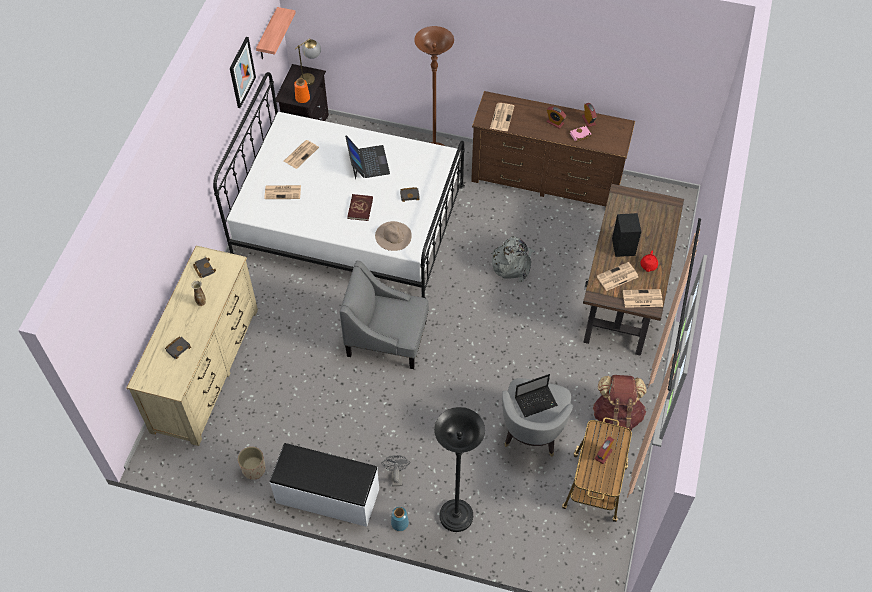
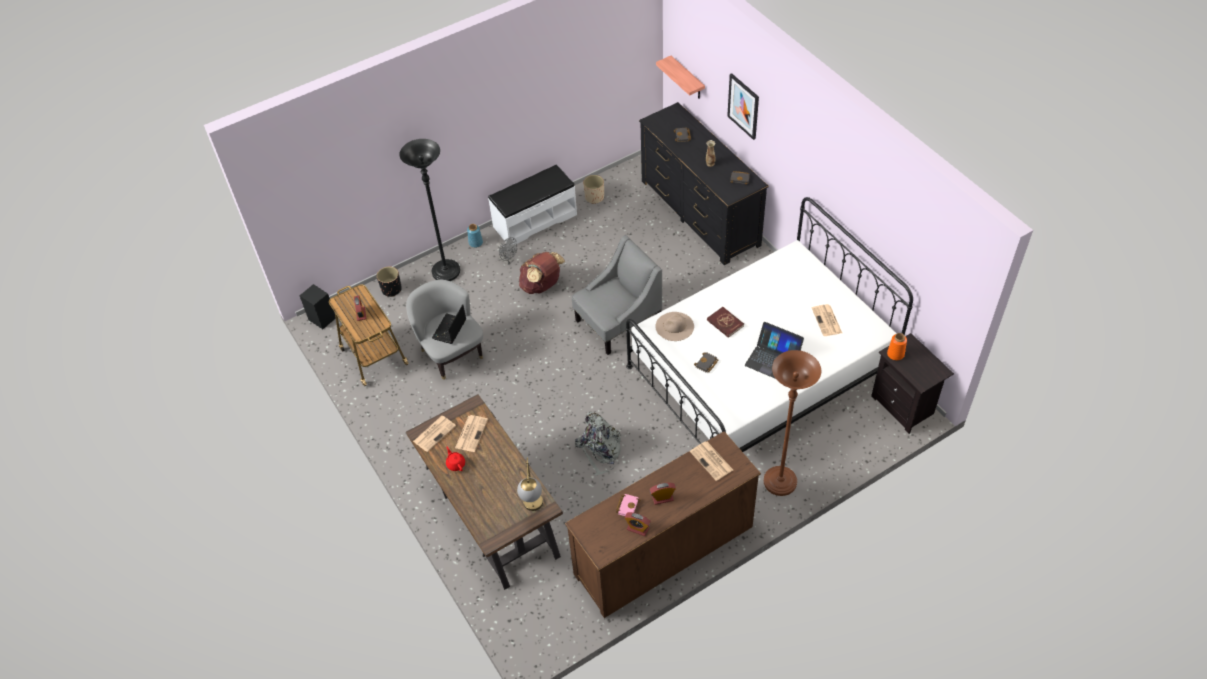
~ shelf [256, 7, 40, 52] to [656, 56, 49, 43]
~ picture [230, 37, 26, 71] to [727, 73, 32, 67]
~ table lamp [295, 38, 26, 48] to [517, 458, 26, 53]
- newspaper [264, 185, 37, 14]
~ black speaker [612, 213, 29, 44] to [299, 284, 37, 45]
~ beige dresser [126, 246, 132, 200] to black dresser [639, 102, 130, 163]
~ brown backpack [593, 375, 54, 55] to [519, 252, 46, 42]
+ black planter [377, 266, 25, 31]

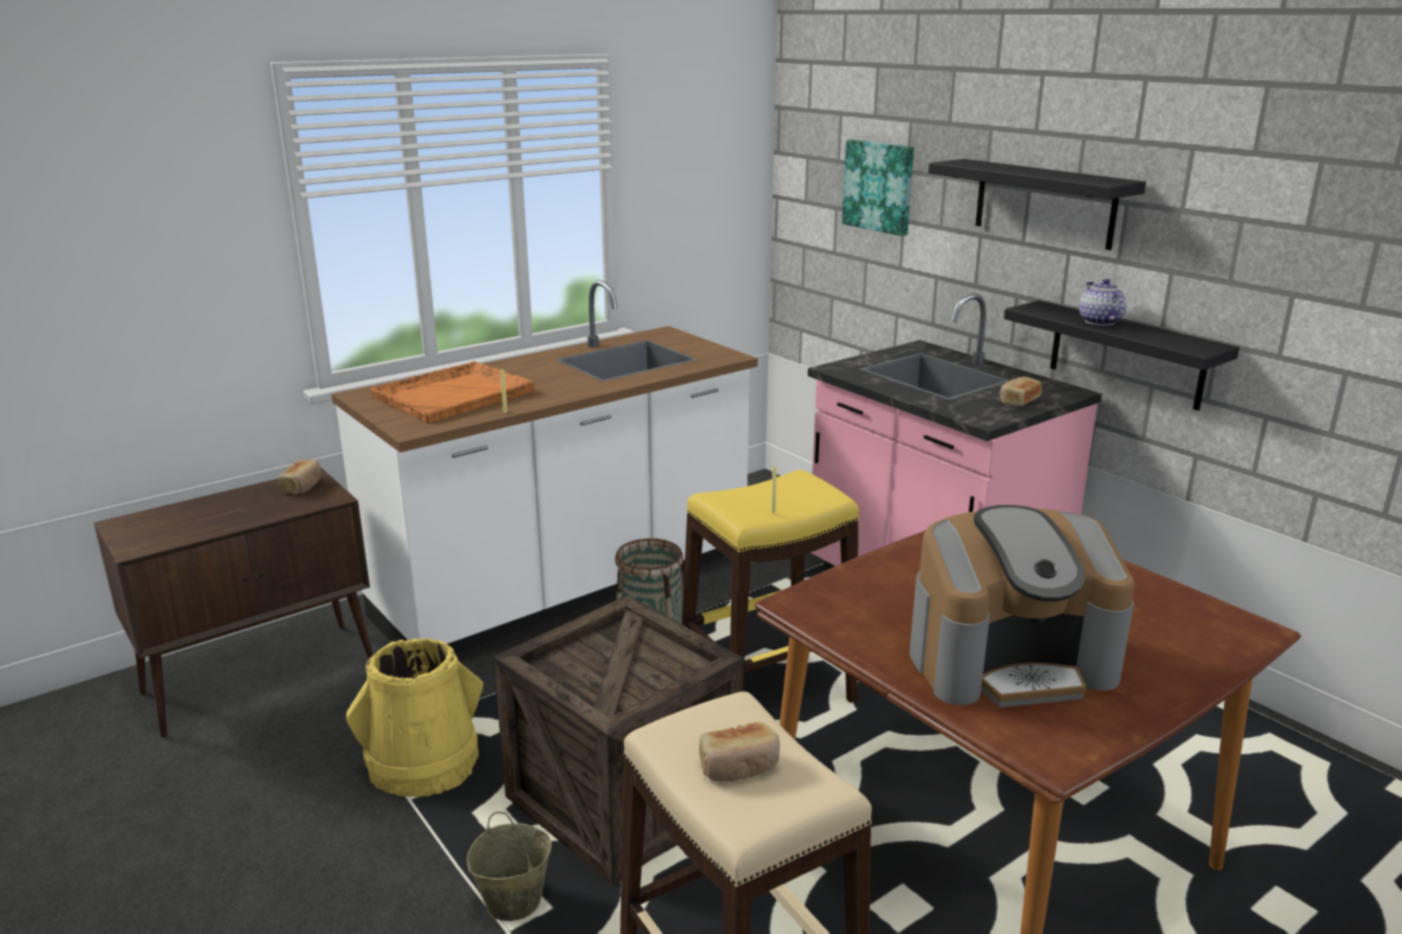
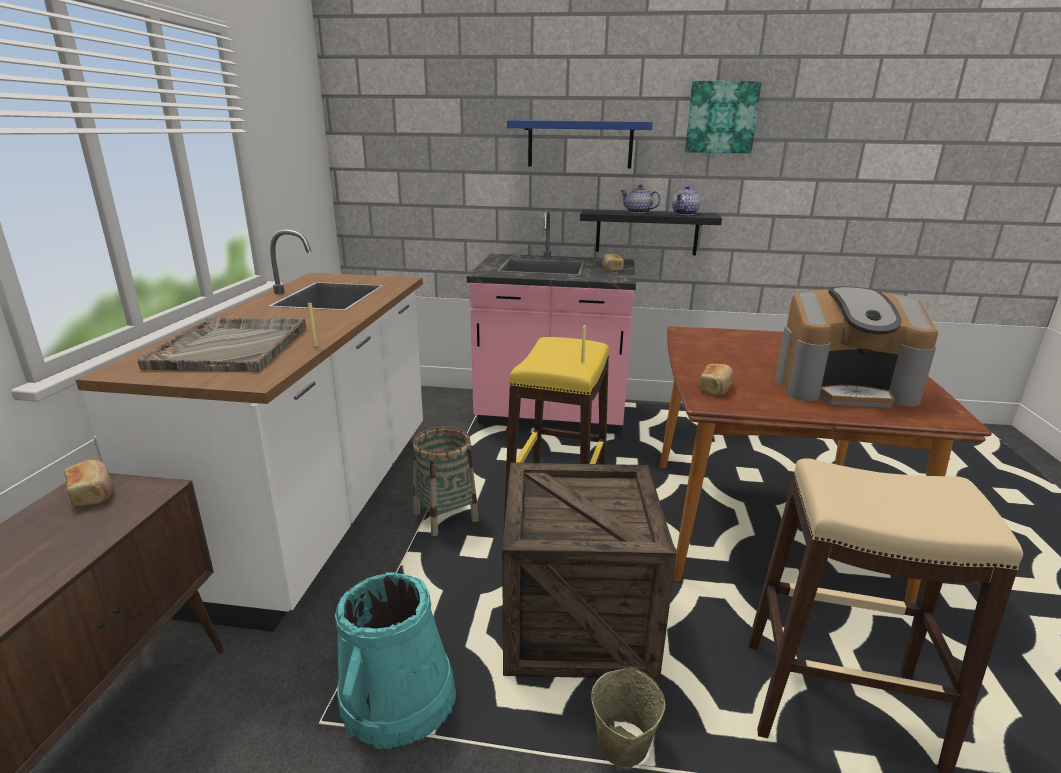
~ picture [842, 140, 72, 96] to [685, 81, 77, 72]
~ black shelf [928, 159, 218, 91] to blue shelf [507, 120, 146, 49]
~ orange tray [371, 361, 163, 62] to grey tray [138, 318, 168, 54]
~ coffee machine [910, 505, 225, 203] = [775, 286, 163, 122] 60 degrees clockwise
~ yellow bucket [346, 638, 137, 160] to turquoise bucket [335, 572, 121, 177]
~ bread [699, 722, 81, 60] to [699, 364, 34, 31]
+ teapot [672, 186, 29, 29]

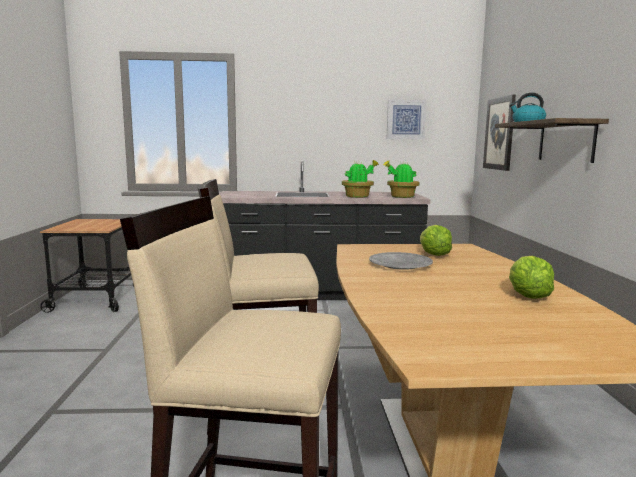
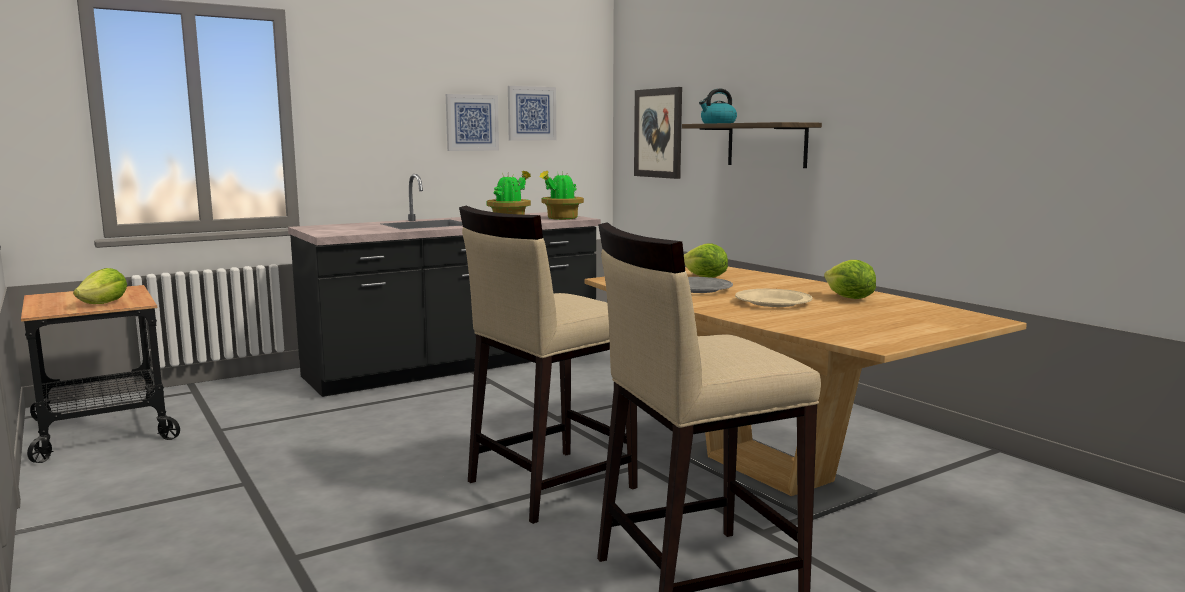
+ picture [446, 94, 53, 57]
+ lettuce [73, 268, 54, 36]
+ beige plate [735, 289, 78, 18]

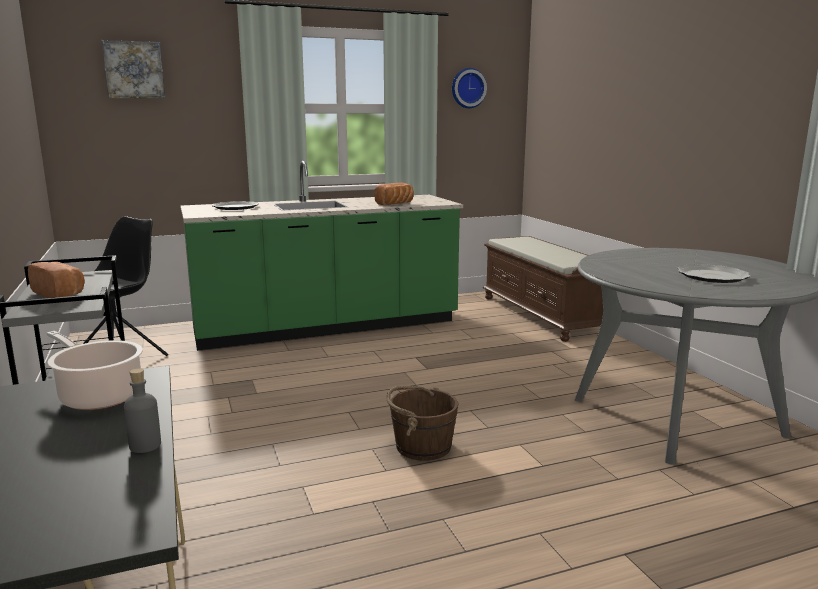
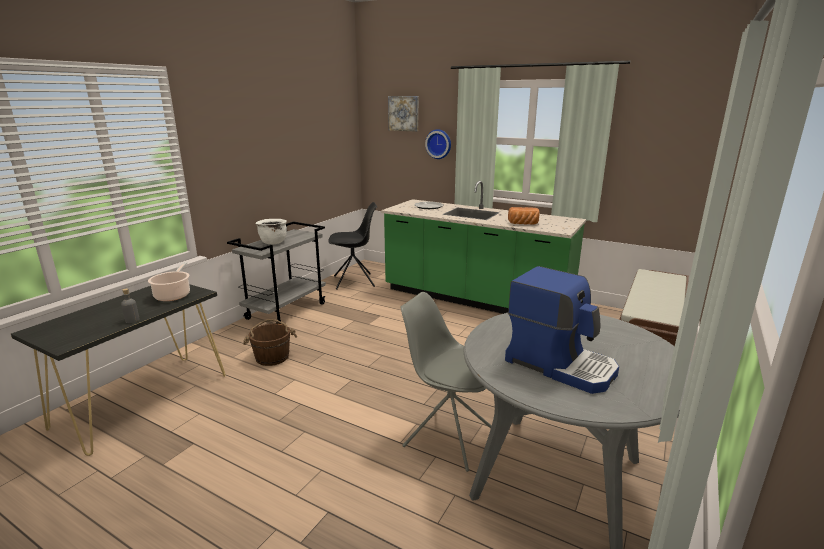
~ wall clock [452, 68, 35, 40] to [425, 129, 26, 30]
~ bread [28, 262, 57, 36] to white cooking pot [255, 219, 32, 25]
~ plate [678, 264, 73, 19] to coffee machine [505, 266, 114, 128]
~ brown bucket [386, 386, 73, 75] to [243, 319, 54, 47]
+ grey chair [400, 292, 92, 180]

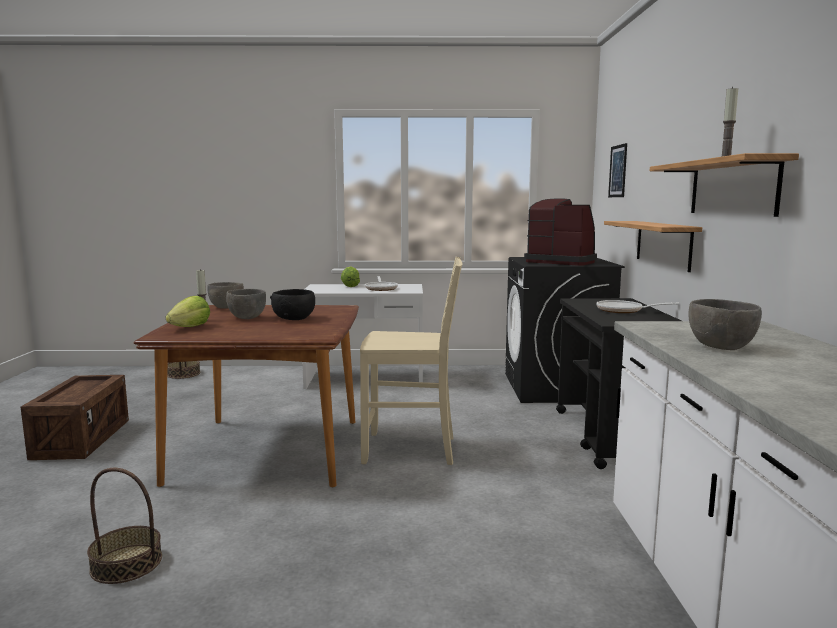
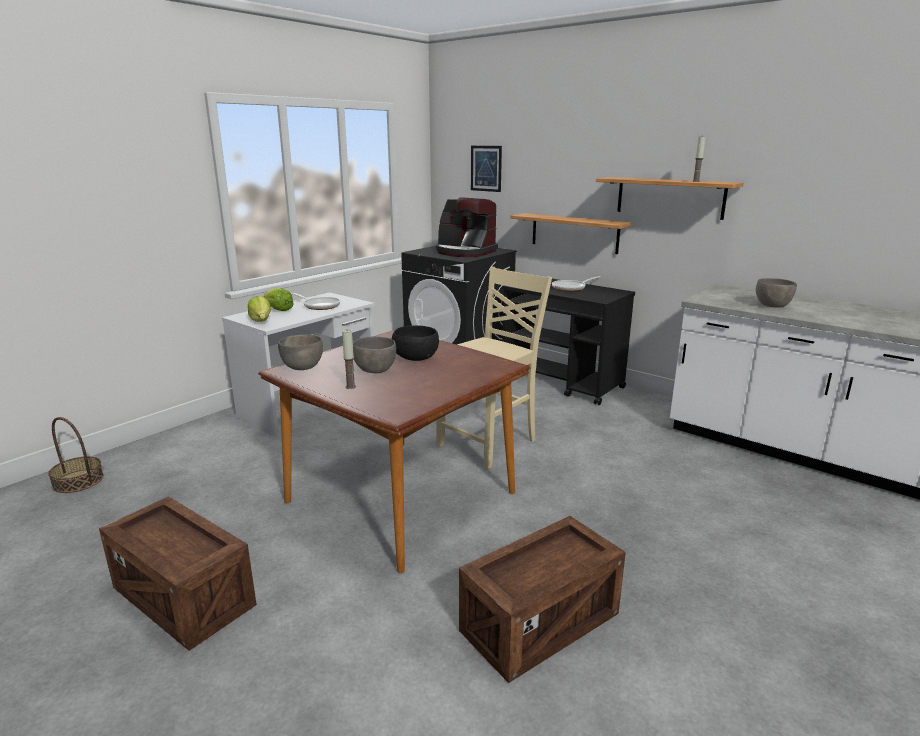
~ coffee machine [524, 198, 73, 68] = [436, 198, 62, 59] 135 degrees counterclockwise
~ lettuce [166, 296, 44, 31] to [248, 296, 23, 26]
~ basket [87, 468, 75, 116] to crate [459, 516, 167, 167]

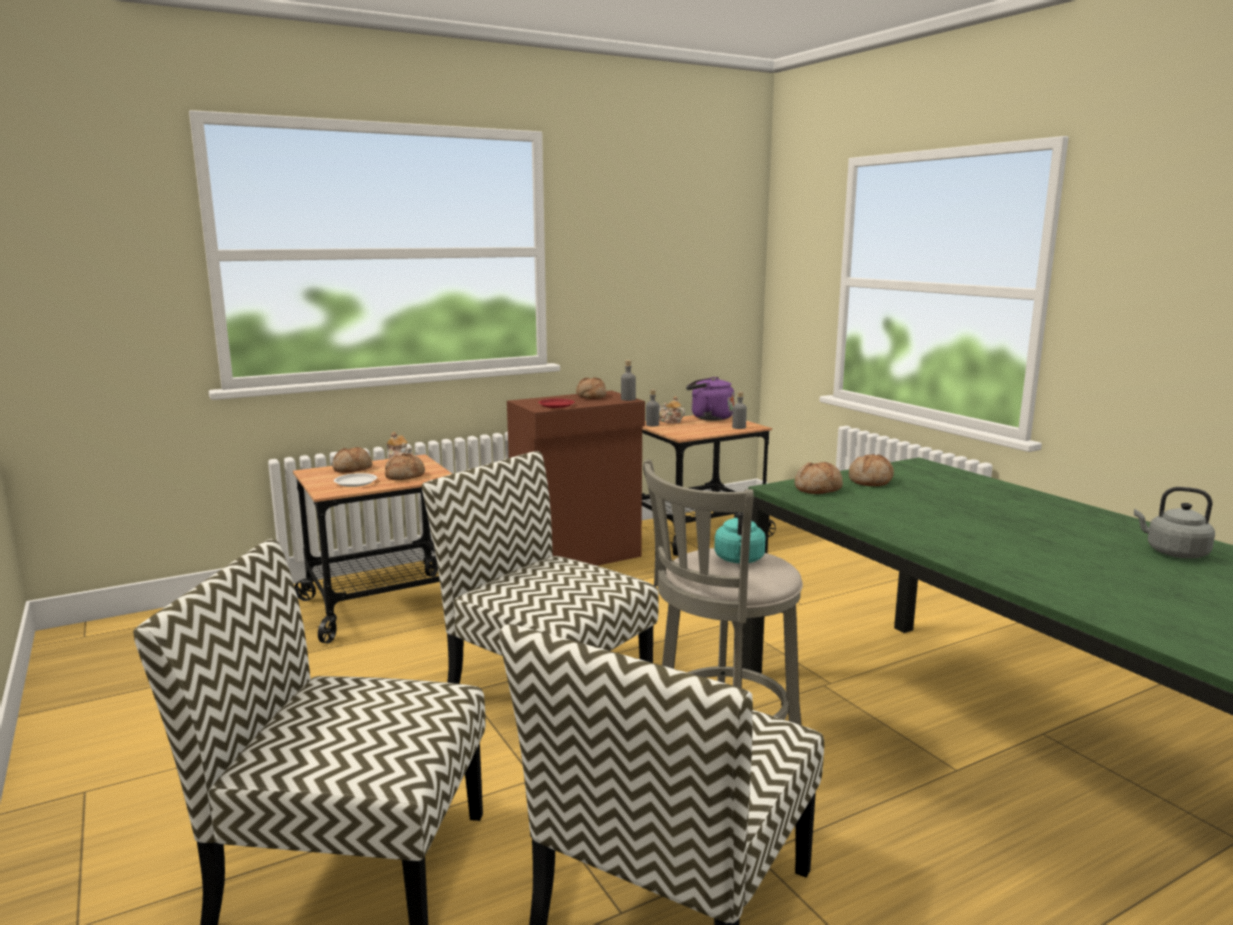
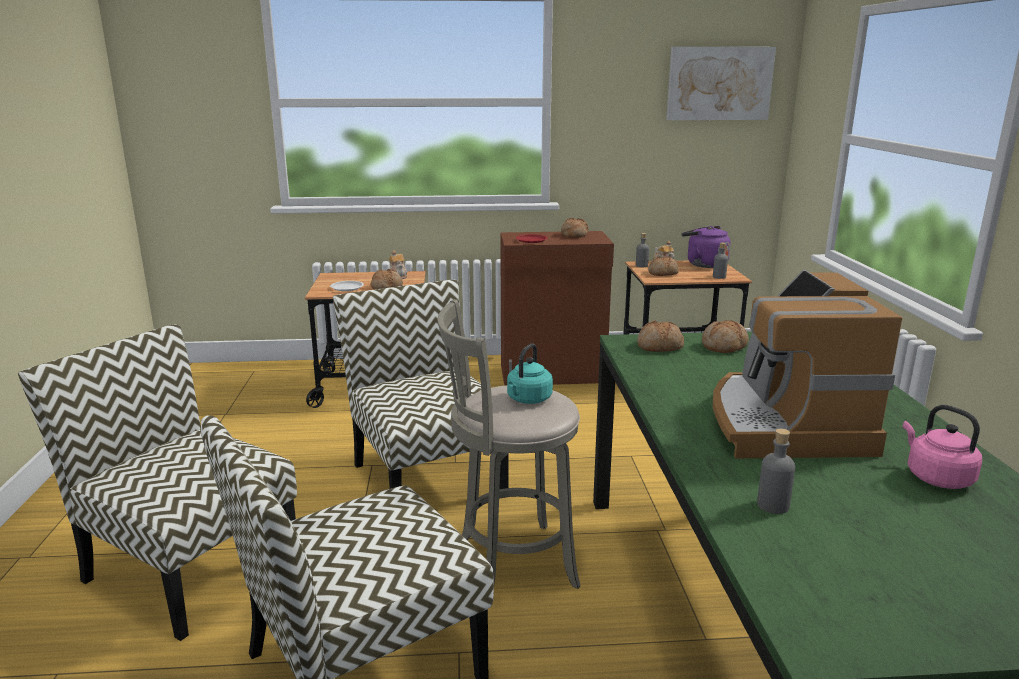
~ grey bottle [621, 360, 15, 41] to [757, 429, 38, 85]
~ bread [332, 447, 41, 26] to [648, 256, 31, 20]
~ grey kettle [1134, 487, 81, 71] to pink kettle [903, 405, 79, 84]
+ picture [666, 47, 110, 73]
+ coffee machine [713, 270, 189, 188]

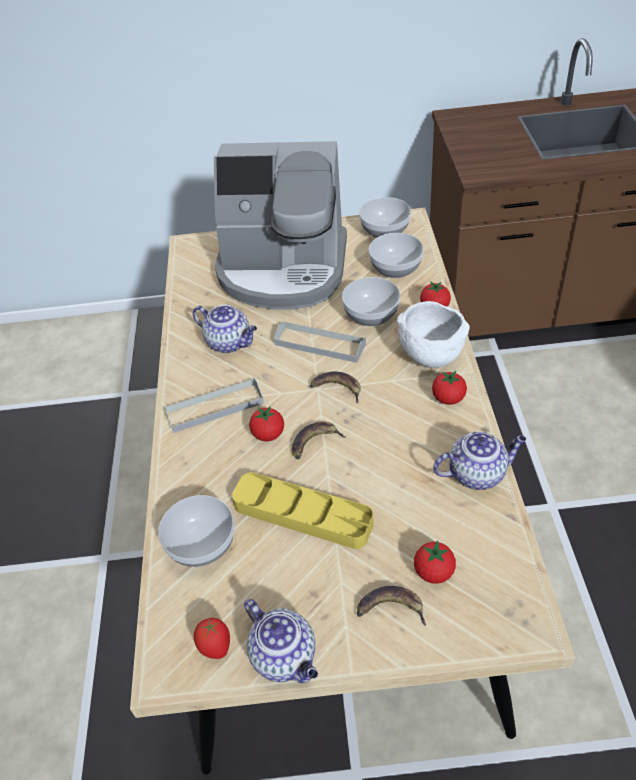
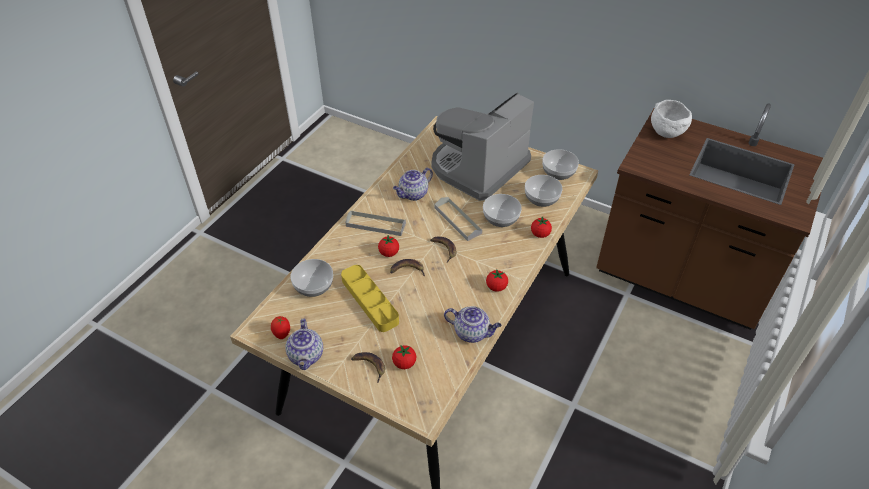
~ coffee machine [214, 141, 133, 169] = [431, 92, 103, 109] 90 degrees clockwise
~ white bowl [397, 301, 73, 67] to [651, 100, 41, 38]
~ teapot [193, 305, 64, 48] = [393, 168, 40, 33] 75 degrees clockwise

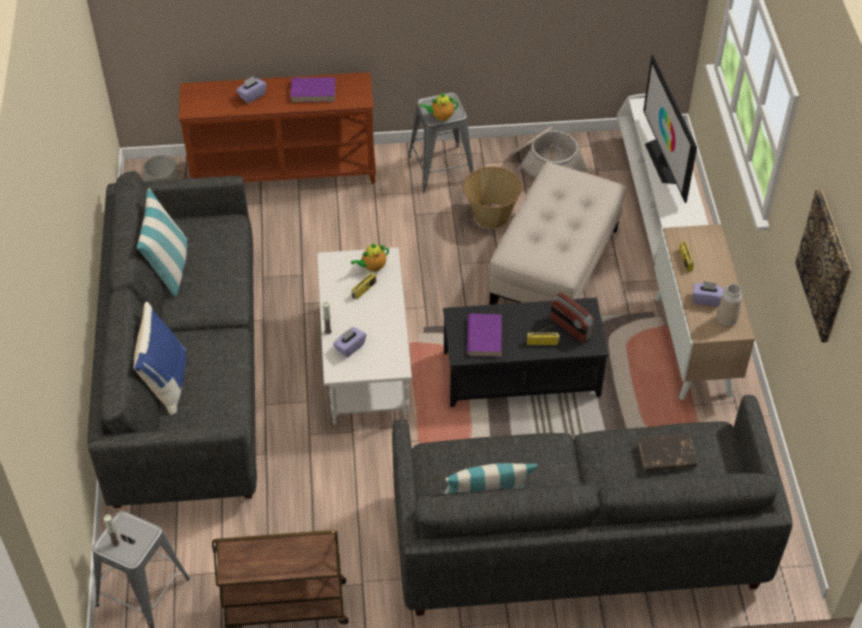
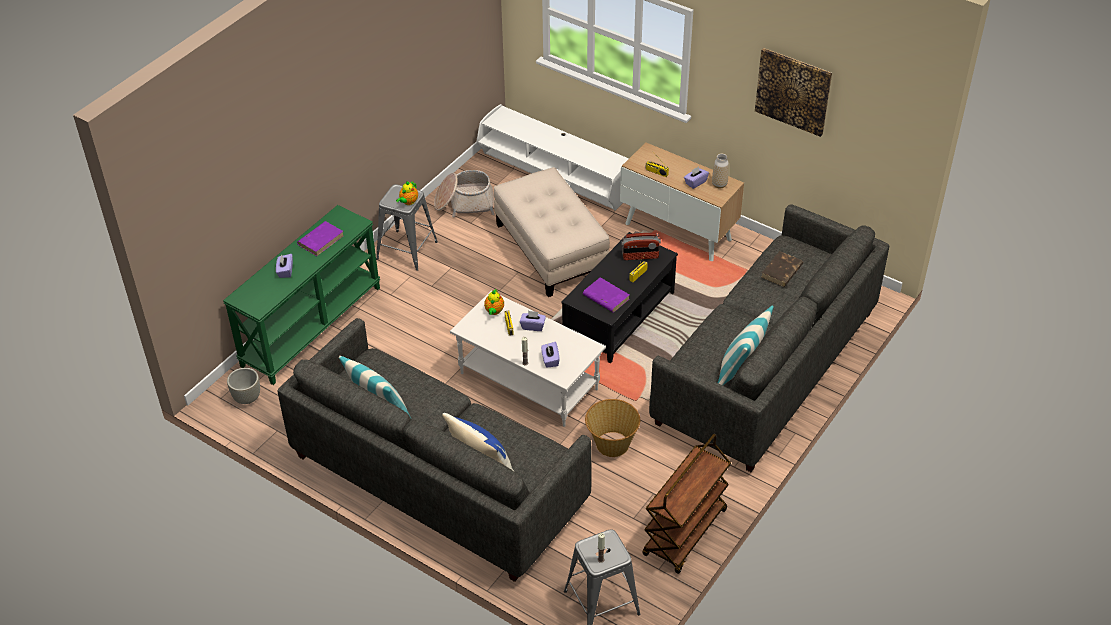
- television [643, 54, 54, 149]
~ brown console table [179, 72, 197, 111] to green console table [223, 205, 157, 180]
~ basket [463, 167, 59, 62] to [585, 399, 55, 58]
+ purple tissue box [520, 311, 26, 20]

